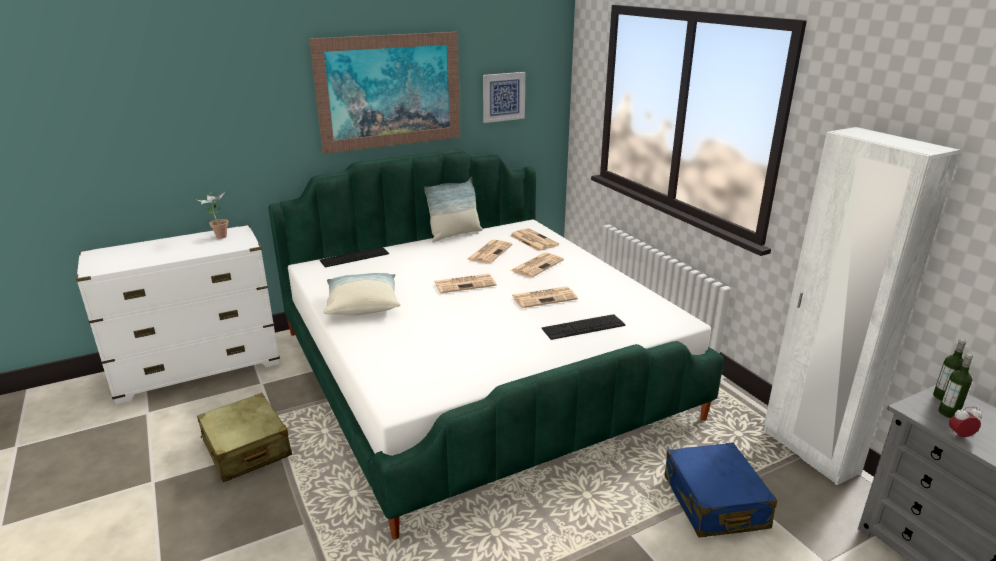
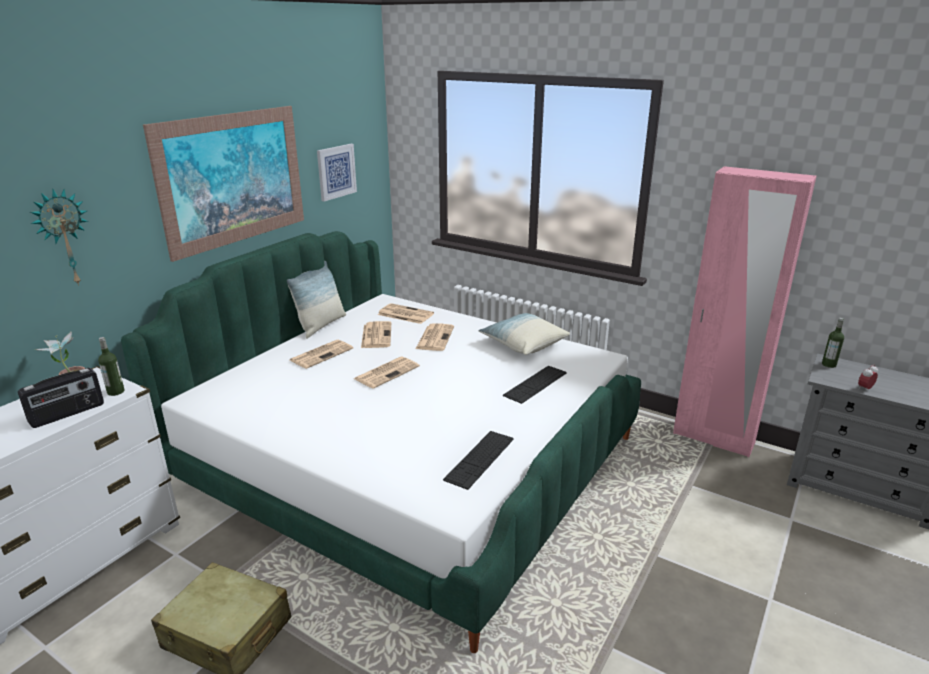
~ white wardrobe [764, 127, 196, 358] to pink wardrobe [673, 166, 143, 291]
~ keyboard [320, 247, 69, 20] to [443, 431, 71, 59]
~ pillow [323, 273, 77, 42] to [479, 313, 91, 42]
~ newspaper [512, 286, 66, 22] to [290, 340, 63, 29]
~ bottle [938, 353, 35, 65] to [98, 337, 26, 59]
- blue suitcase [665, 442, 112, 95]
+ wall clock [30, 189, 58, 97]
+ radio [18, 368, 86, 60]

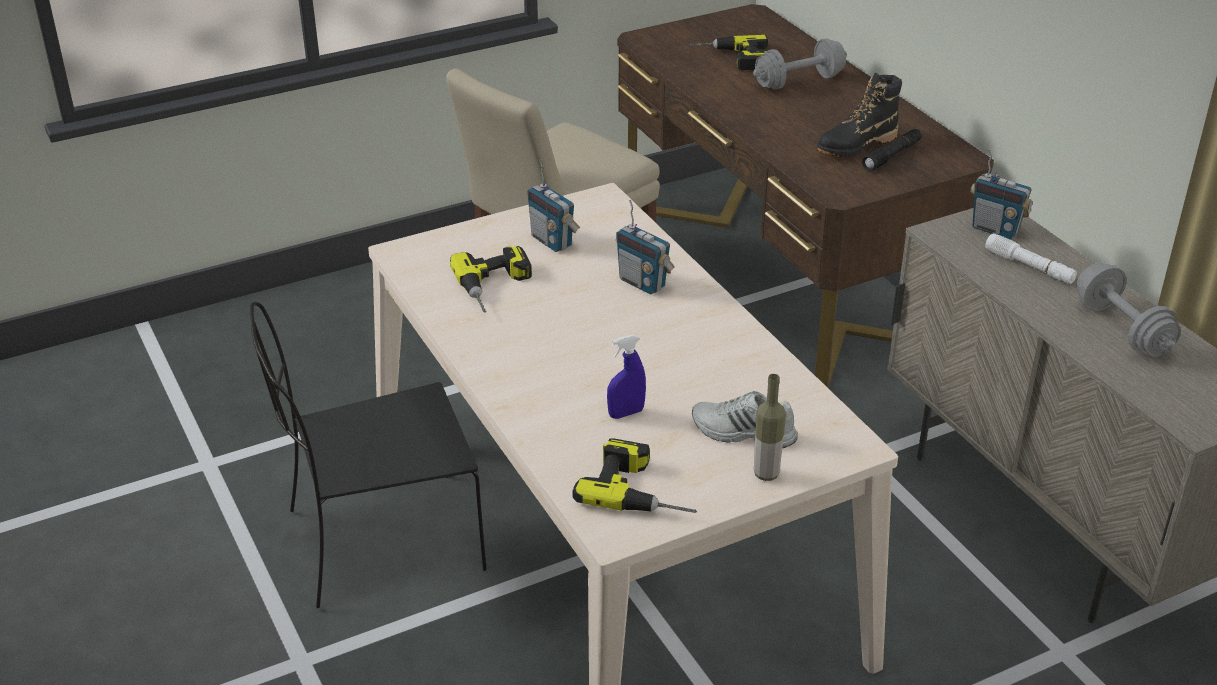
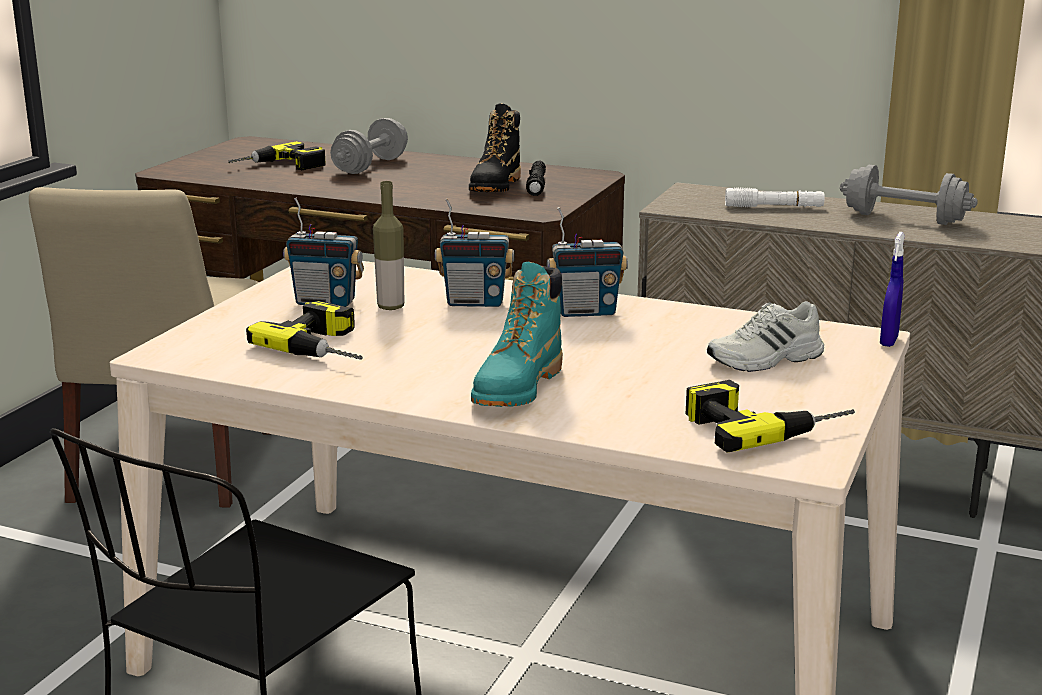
~ radio [970, 149, 63, 90] to [547, 207, 81, 110]
~ blue spray bottle [607, 334, 39, 85] to [880, 232, 25, 115]
~ bottle [754, 374, 32, 107] to [373, 181, 31, 129]
+ turquoise boot [471, 262, 92, 145]

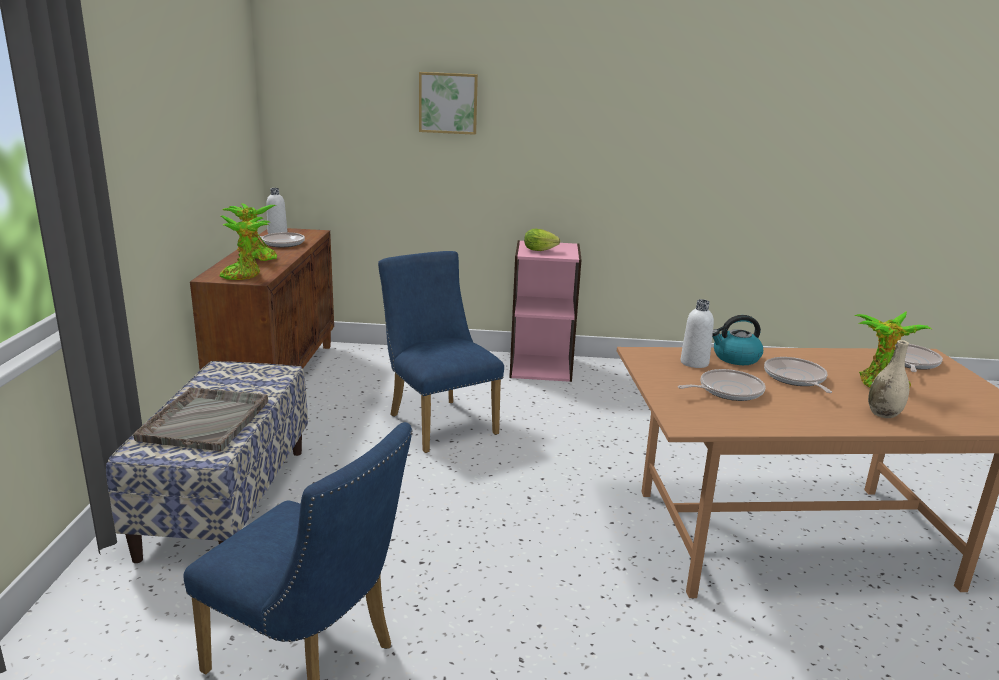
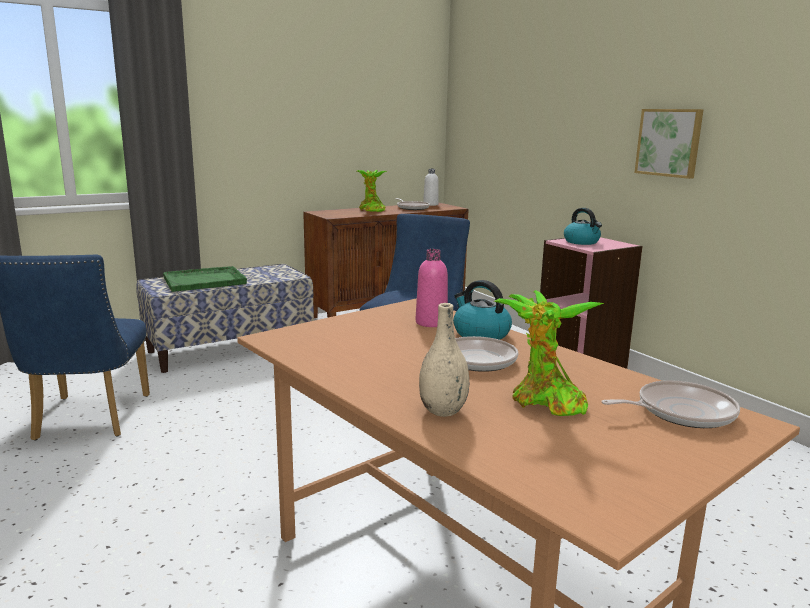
~ picture [419, 72, 59, 63] to [634, 109, 70, 70]
- potted plant [219, 215, 51, 65]
~ lettuce [524, 229, 36, 22] to kettle [564, 208, 38, 37]
~ white bottle [681, 299, 33, 69] to pink bottle [416, 249, 32, 78]
- frying pan [678, 369, 88, 32]
~ grey tray [133, 387, 135, 64] to green tray [163, 266, 84, 26]

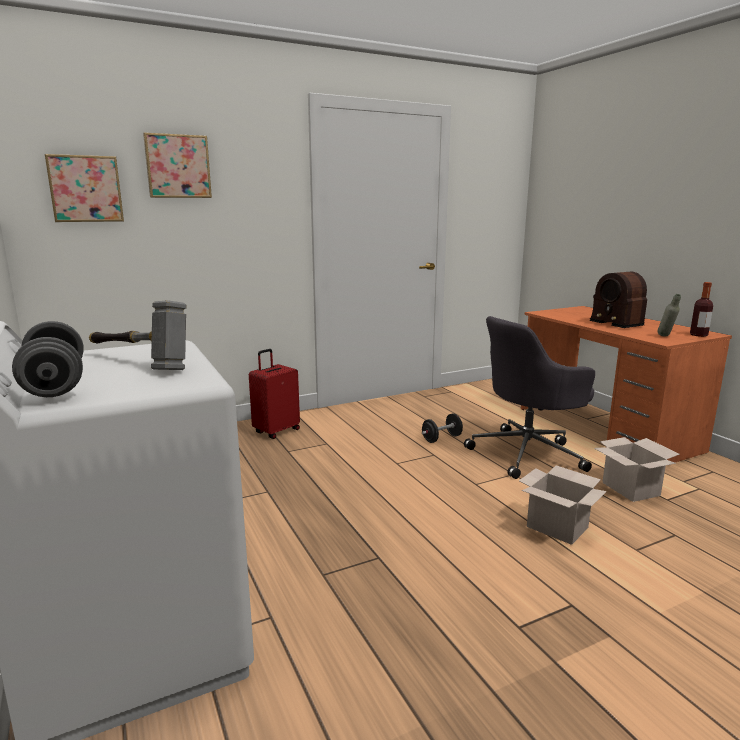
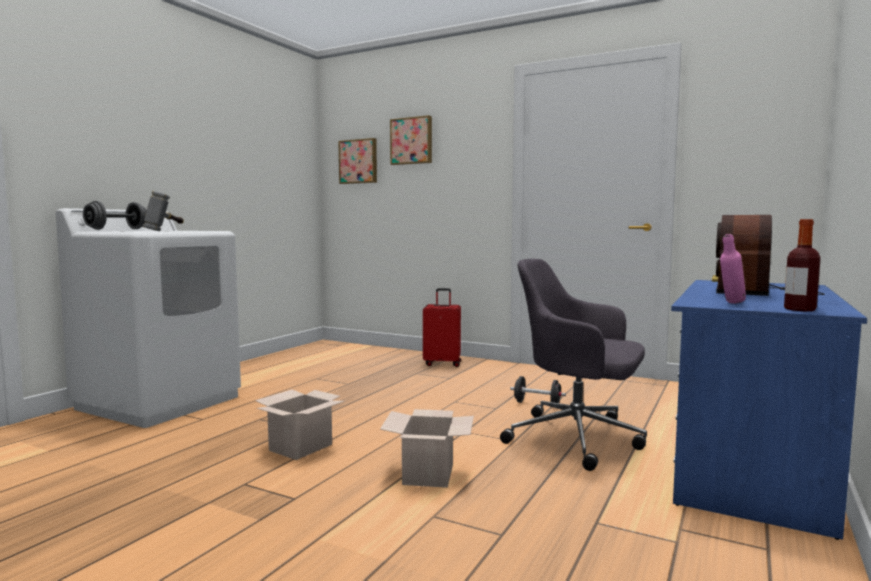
~ grey bottle [657, 294, 24, 43] to pink bottle [720, 234, 26, 70]
~ orange desk [521, 306, 211, 156] to blue desk [671, 280, 196, 260]
~ cardboard box [594, 437, 86, 65] to [255, 389, 89, 71]

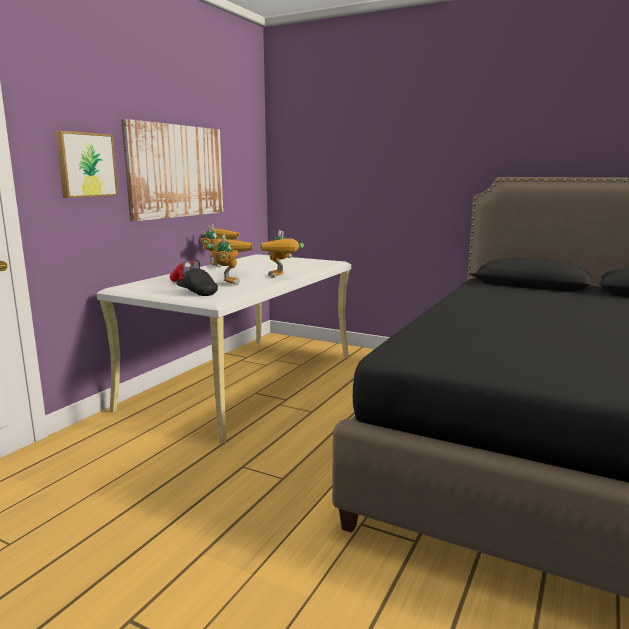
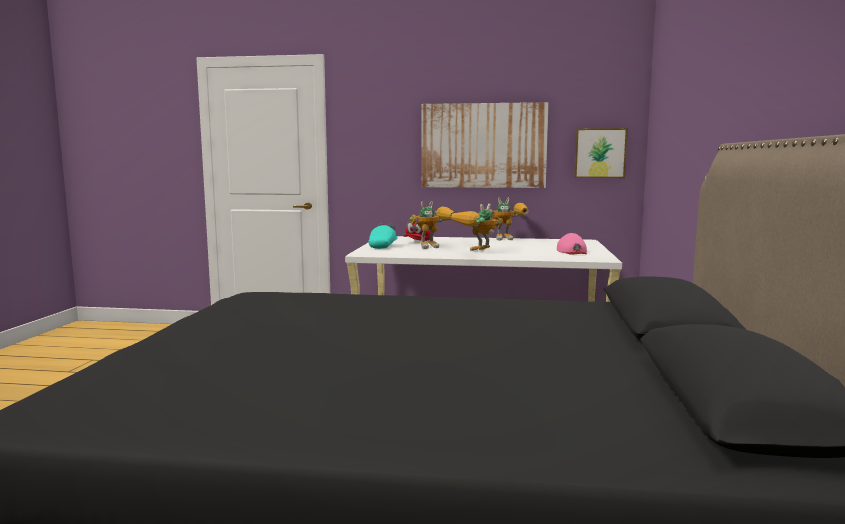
~ picture [55, 131, 63, 67] to [574, 128, 54, 50]
~ black cap [176, 265, 42, 31] to turquoise cap [368, 223, 30, 26]
+ pink cap [557, 233, 30, 21]

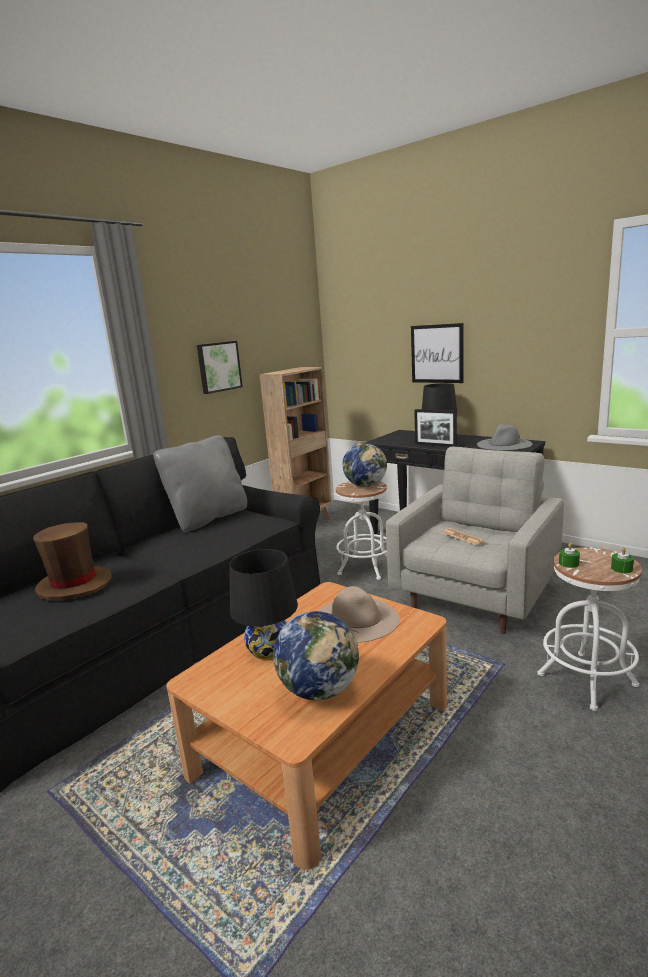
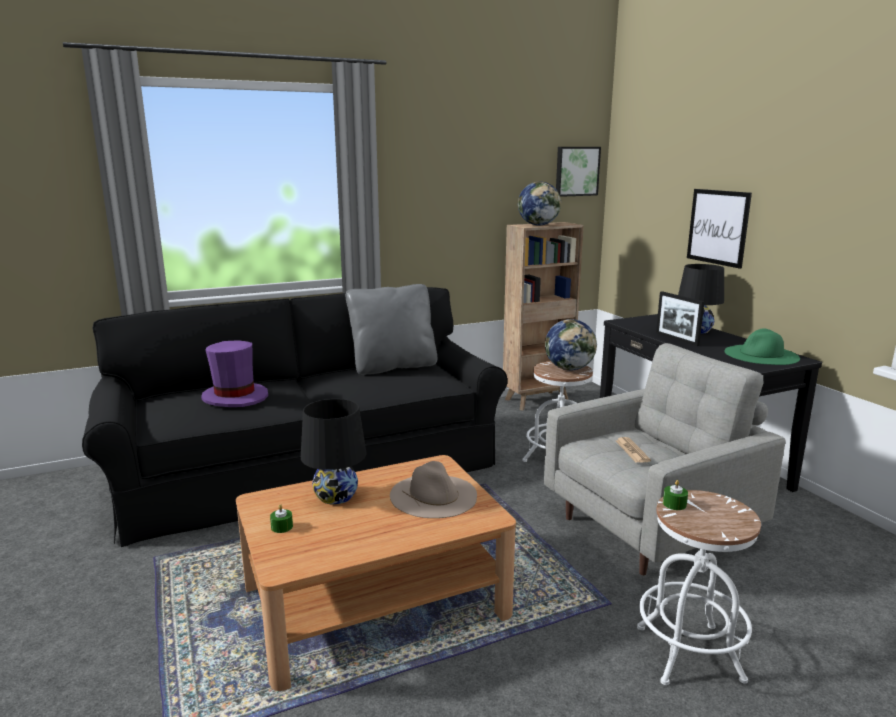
~ picture [197, 341, 46, 53] to [556, 147, 45, 50]
~ grey hat [477, 424, 55, 26] to green hat [725, 328, 75, 37]
~ brown hat [33, 522, 79, 78] to purple hat [201, 340, 67, 67]
~ green candle [611, 547, 23, 26] to [270, 504, 23, 29]
~ globe [273, 611, 86, 90] to [518, 182, 43, 43]

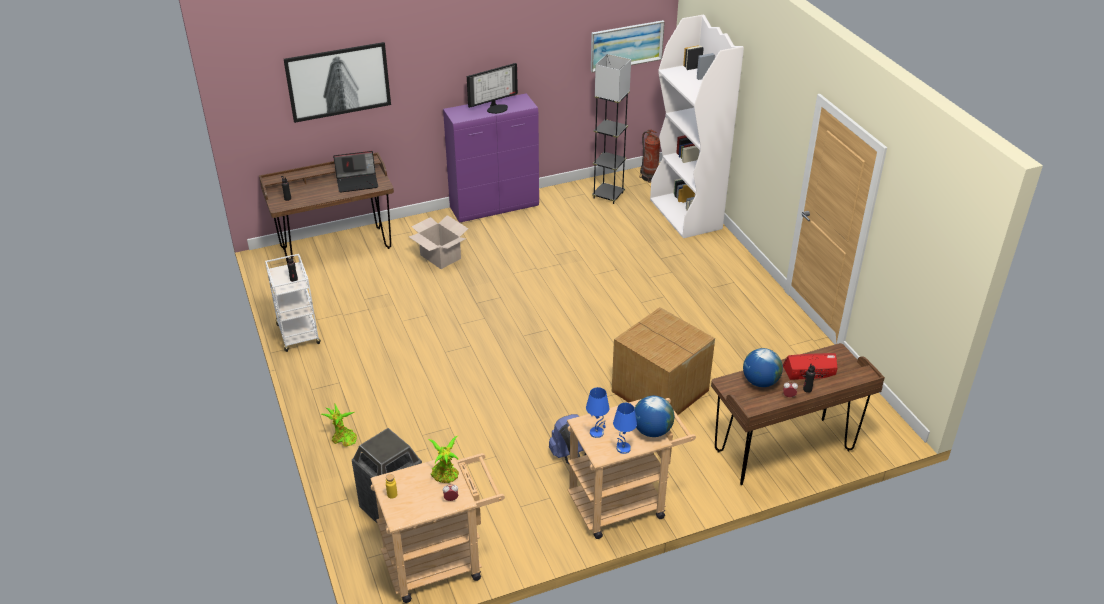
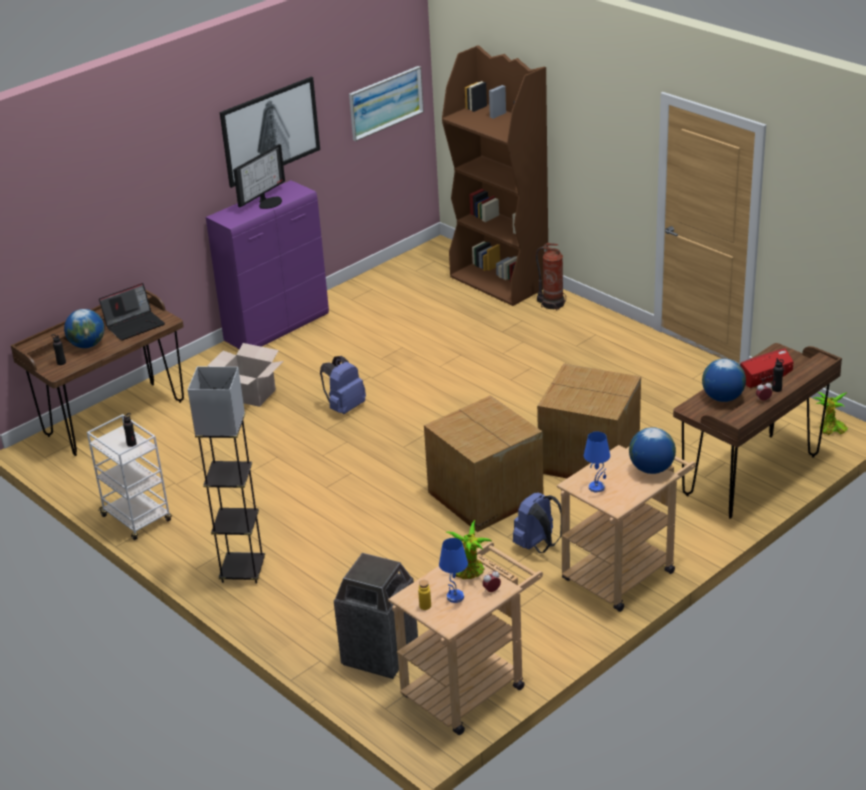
~ white bookcase [650, 15, 94, 223] to brown bookcase [442, 45, 106, 261]
~ picture [284, 42, 107, 81] to [220, 76, 100, 112]
~ grey floor lamp [592, 54, 39, 150] to [188, 367, 77, 217]
~ fire extinguisher [640, 129, 20, 54] to [536, 243, 30, 68]
~ potted plant [320, 403, 37, 44] to [814, 392, 34, 43]
~ blue table lamp [613, 403, 24, 51] to [439, 538, 29, 65]
+ globe [64, 309, 40, 39]
+ blue backpack [320, 356, 46, 58]
+ cardboard box [424, 395, 120, 137]

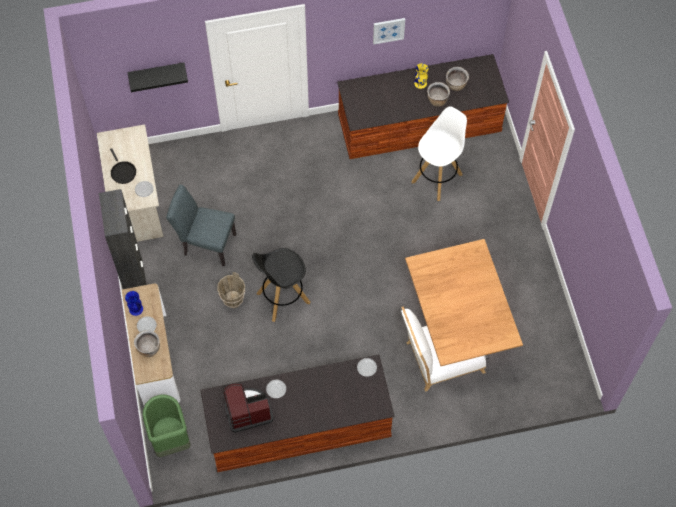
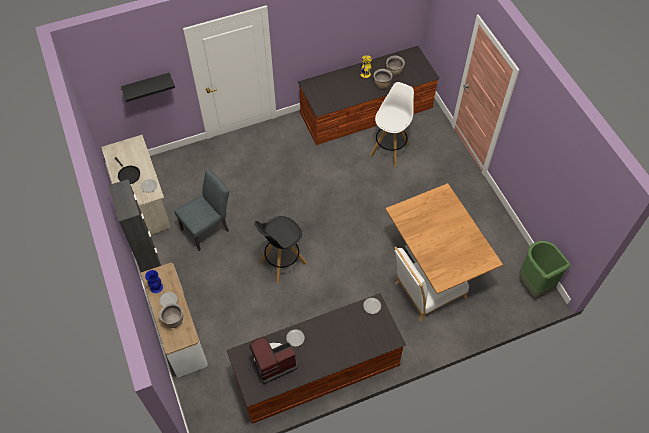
- picture [373, 18, 32, 26]
~ grey chair [166, 184, 70, 82] = [174, 169, 55, 82] 135 degrees clockwise
- brown bucket [217, 272, 28, 36]
~ green trash can [143, 394, 48, 63] to [519, 241, 51, 56]

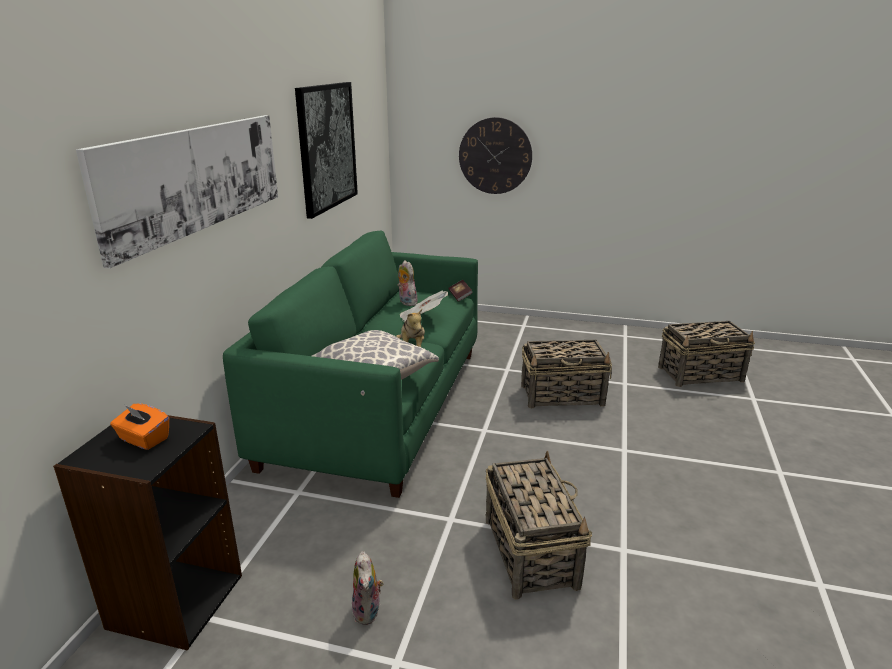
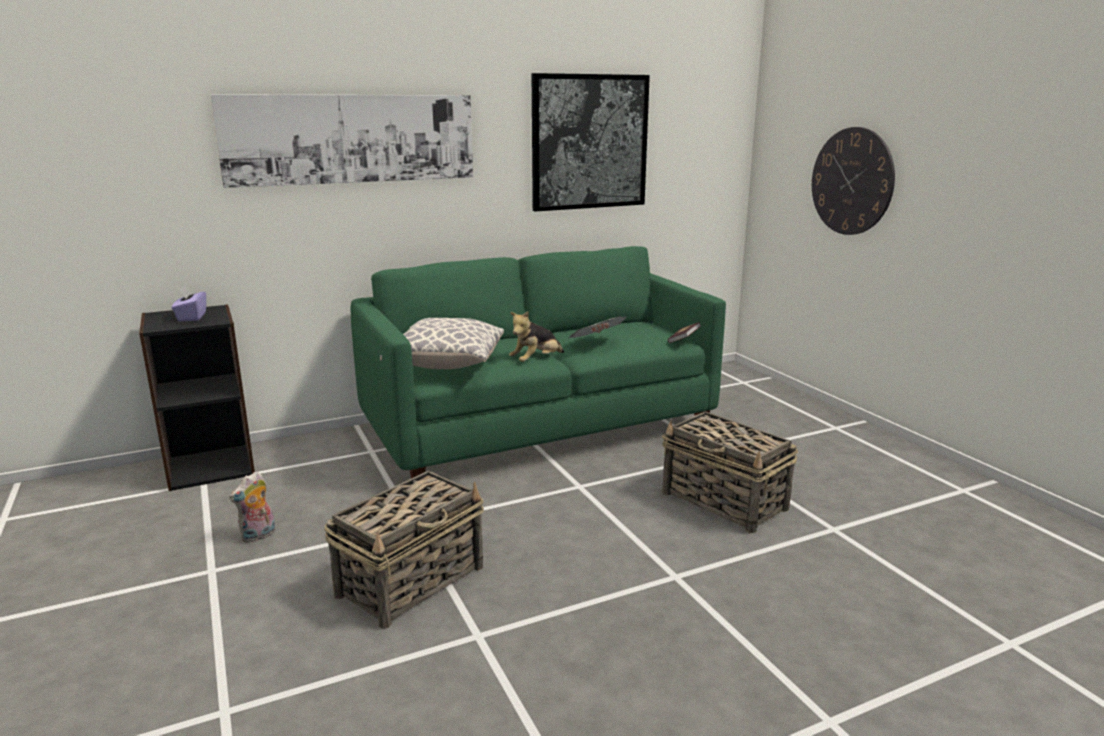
- plush toy [398, 260, 19, 46]
- basket [658, 321, 97, 66]
~ orange tissue box [110, 403, 59, 47] to purple tissue box [172, 286, 34, 35]

